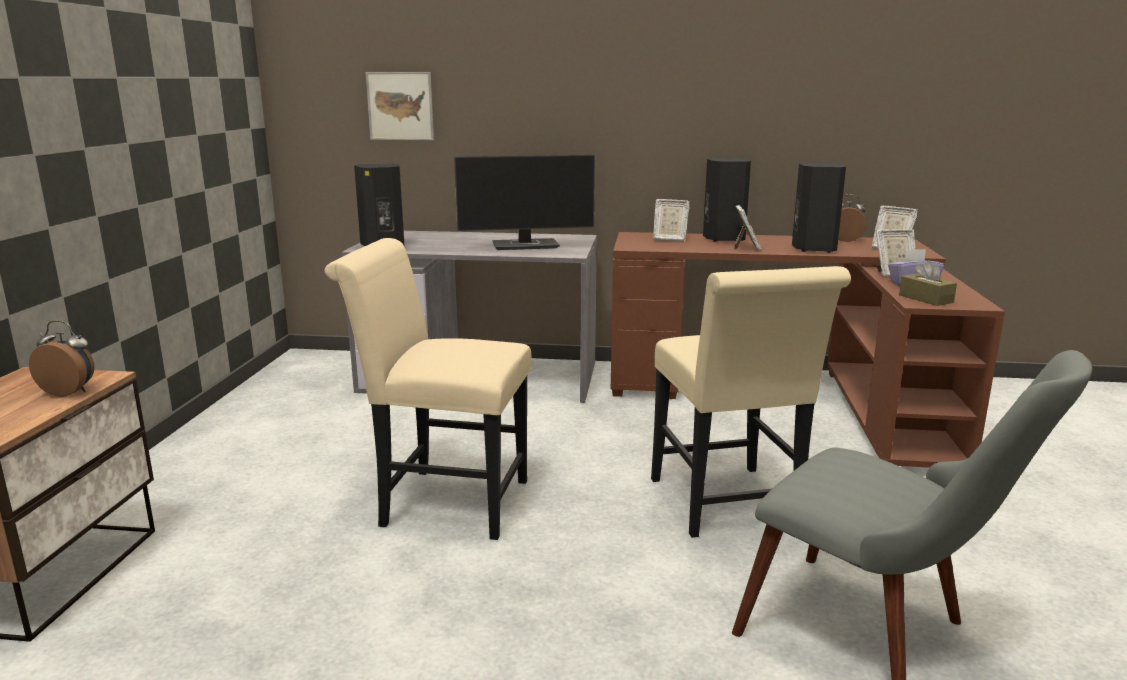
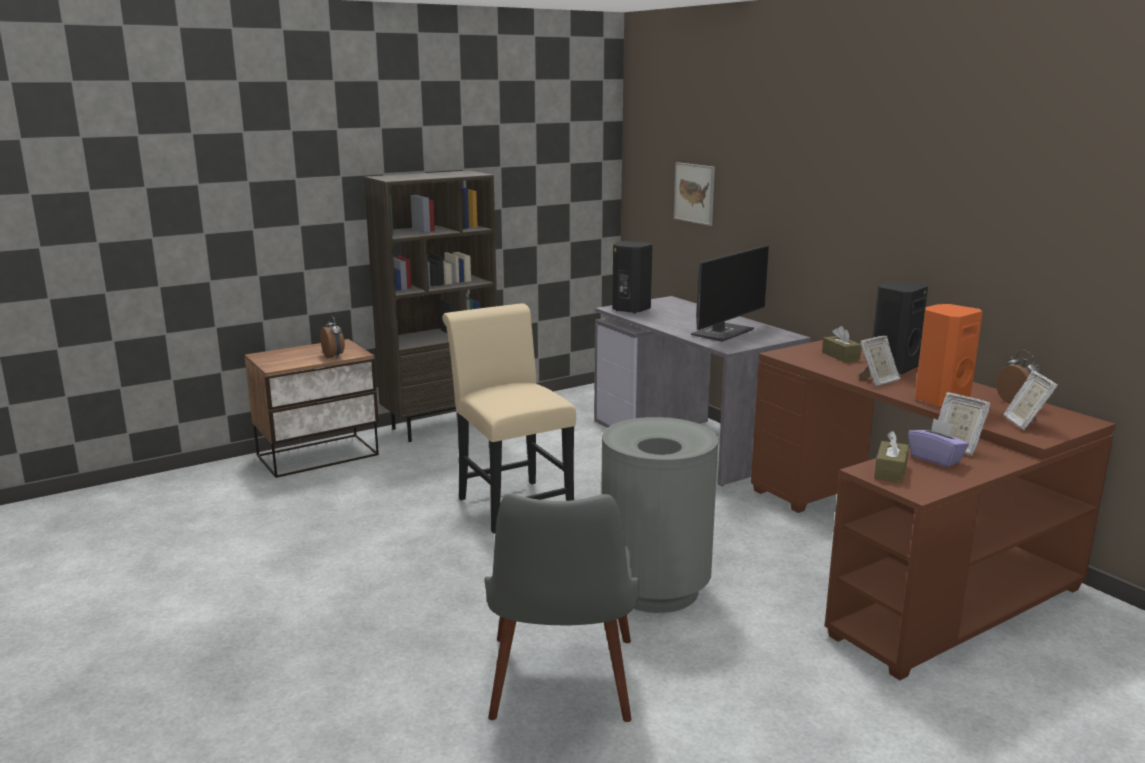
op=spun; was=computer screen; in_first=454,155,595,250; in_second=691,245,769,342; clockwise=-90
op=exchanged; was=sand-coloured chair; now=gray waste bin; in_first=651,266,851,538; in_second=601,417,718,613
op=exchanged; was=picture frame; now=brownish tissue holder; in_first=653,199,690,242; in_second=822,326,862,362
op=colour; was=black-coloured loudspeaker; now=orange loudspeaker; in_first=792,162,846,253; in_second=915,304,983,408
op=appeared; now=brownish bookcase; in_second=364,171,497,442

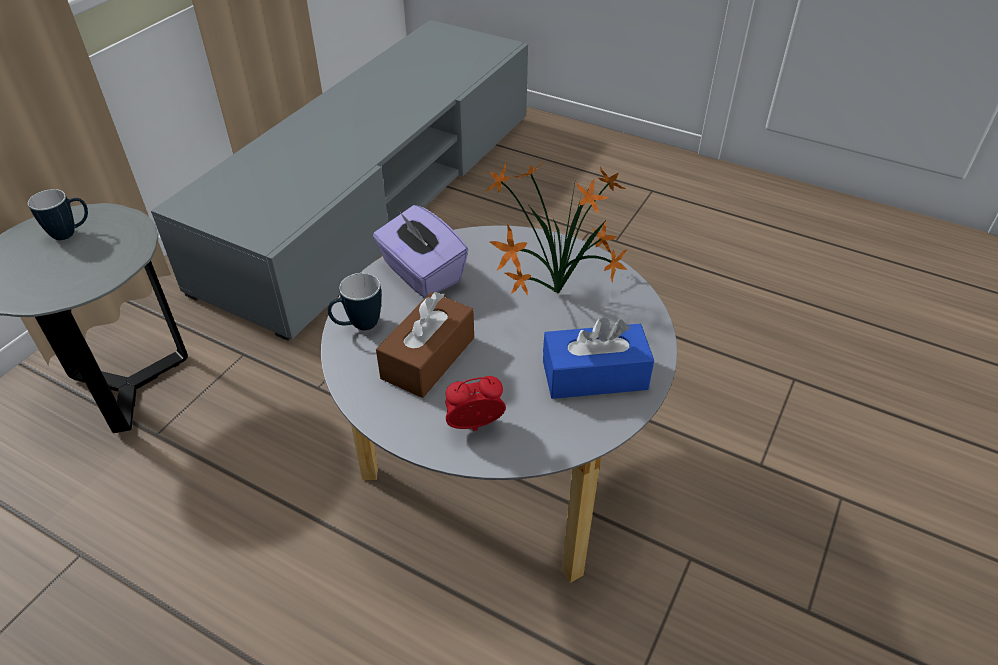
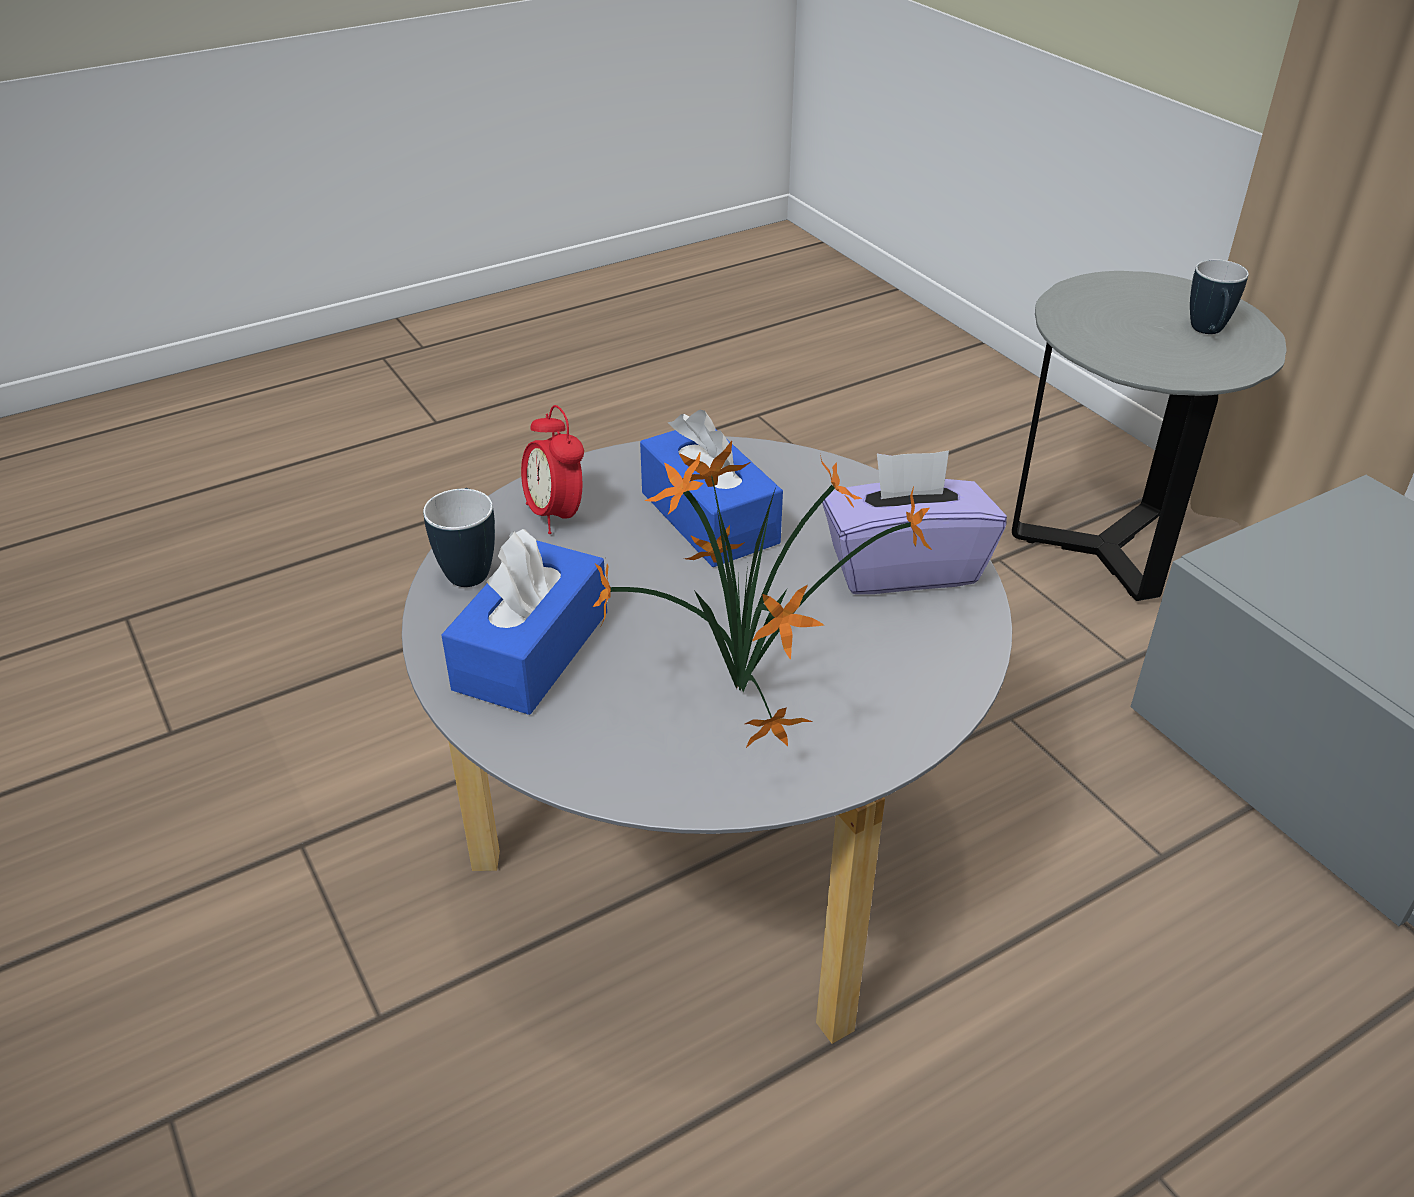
op=relocated; was=tea mug; in_first=327,273,381,330; in_second=423,488,495,587
op=colour; was=brownish tissue holder; now=bluish tissue holder; in_first=376,292,474,398; in_second=640,410,783,567
op=spun; was=bedside clock; in_first=446,376,506,431; in_second=521,405,584,534; clockwise=135

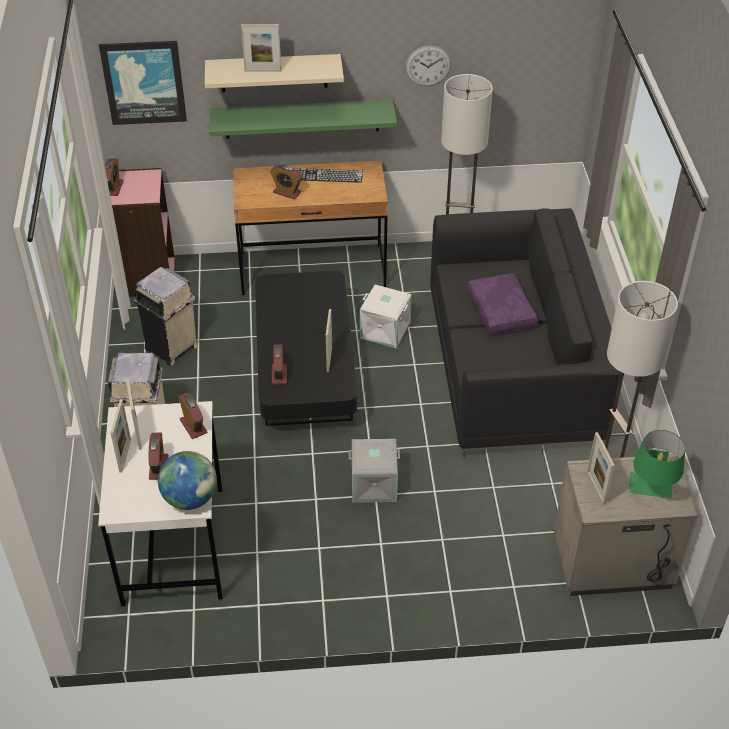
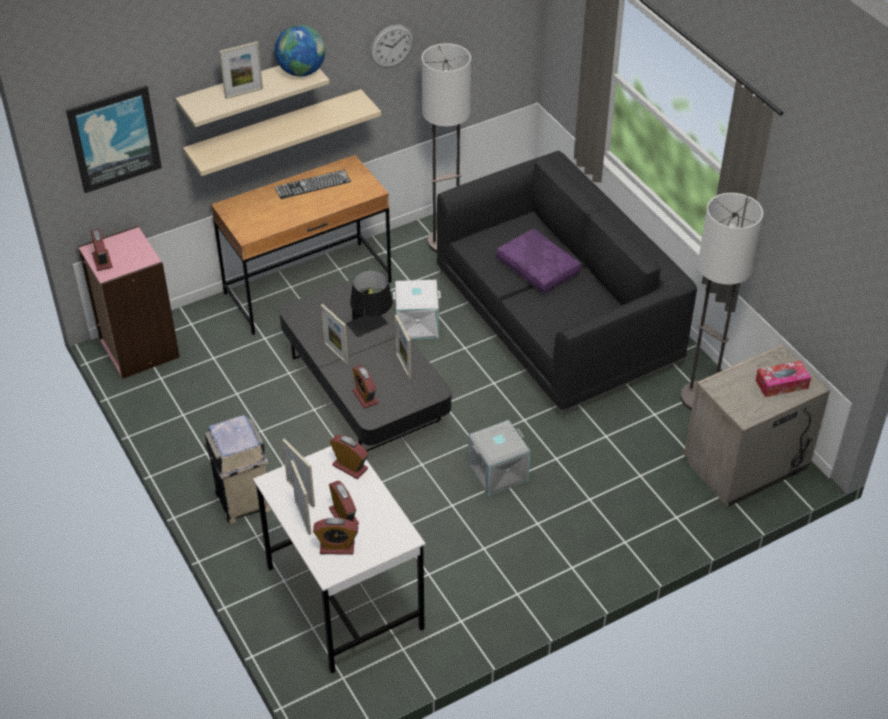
op=missing; was=sand-coloured waste bin; in_first=134,267,198,366
op=relocated; was=globe; in_first=158,451,217,510; in_second=275,25,325,77
op=colour; was=greenish bracket shelf; now=sand-coloured bracket shelf; in_first=210,100,397,139; in_second=183,89,381,176
op=relocated; was=bedside clock; in_first=270,164,302,199; in_second=313,518,358,555
op=relocated; was=picture frame; in_first=587,432,615,505; in_second=321,304,348,364
op=exchanged; was=greenish lamp for a table; now=tissue holder; in_first=629,430,685,498; in_second=756,361,811,397
op=appeared; now=black-coloured lamp for a table; in_second=346,270,393,337

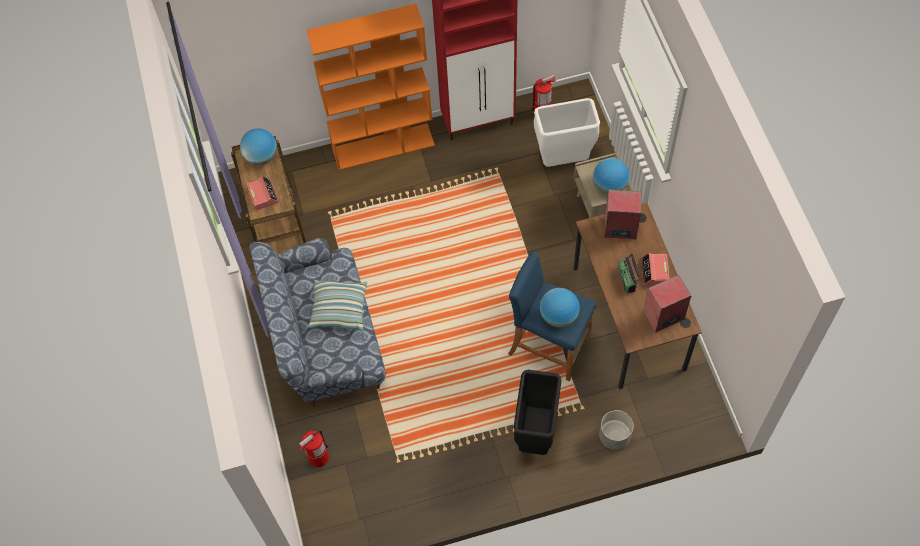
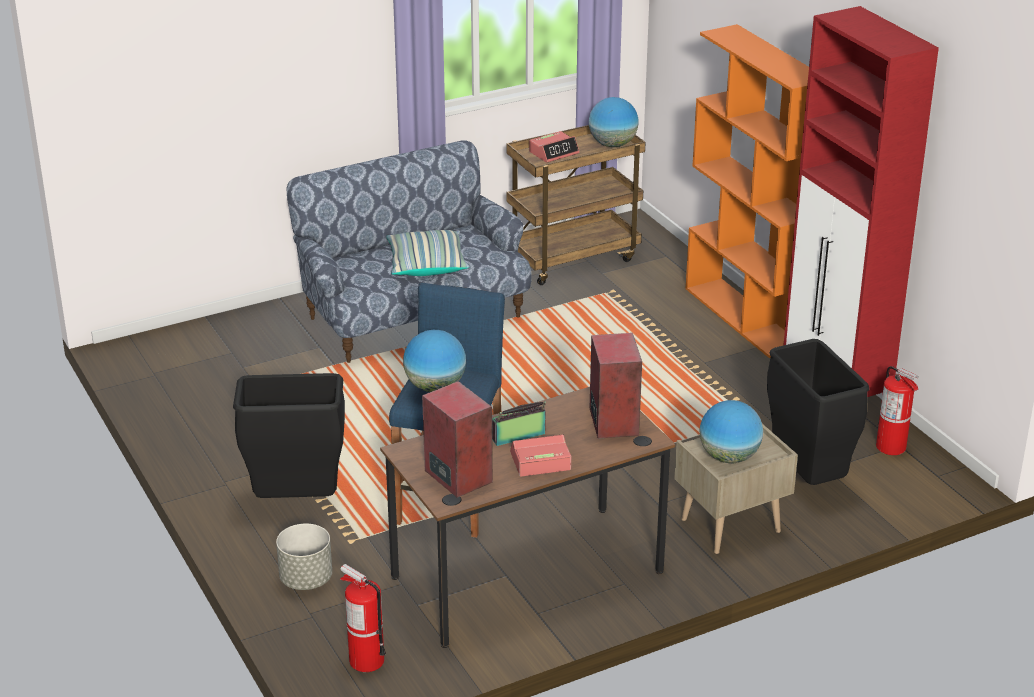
op=relocated; was=extinguisher; in_first=299,430,329,467; in_second=340,564,386,672
op=colour; was=whitish waste bin; now=black-coloured waste bin; in_first=534,98,600,167; in_second=767,339,869,485

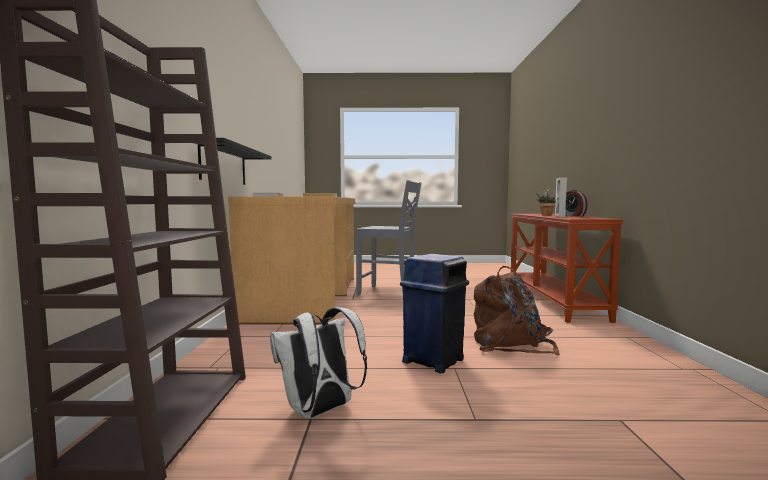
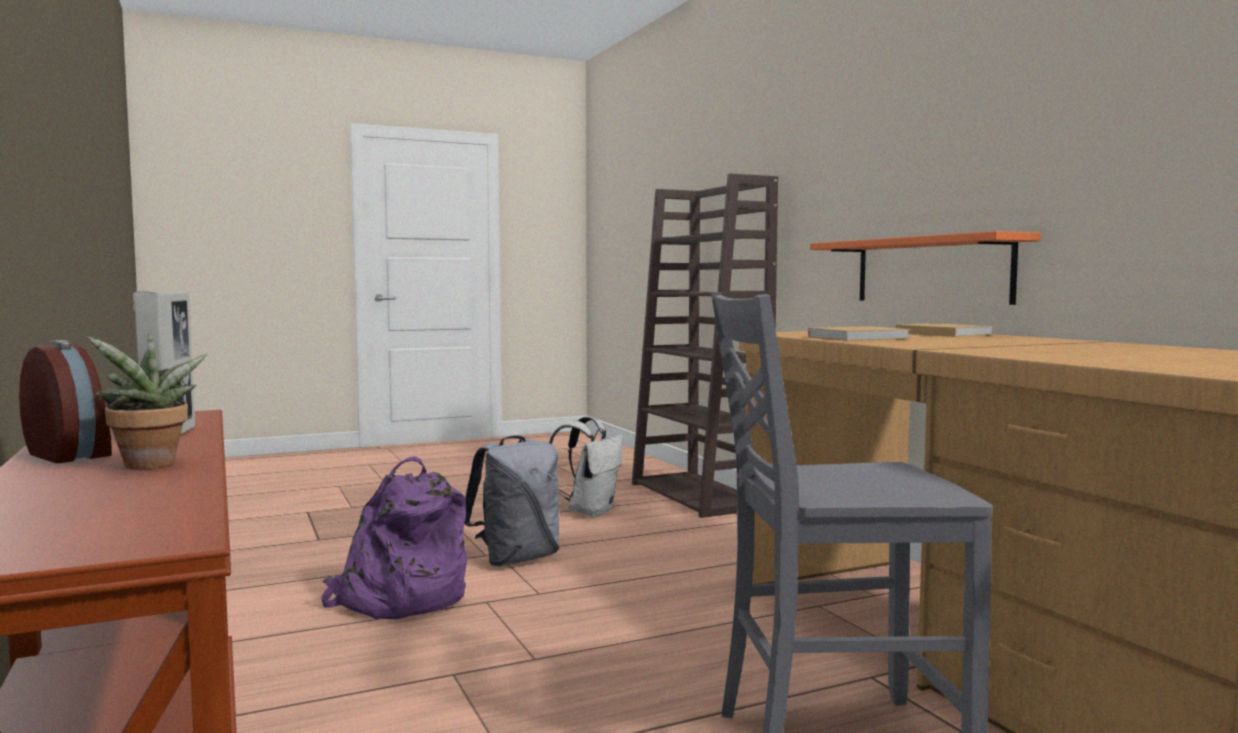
op=colour; was=black-coloured bracket shelf; now=orange bracket shelf; in_first=194,138,271,185; in_second=810,231,1041,305
op=exchanged; was=bluish waste bin; now=gray backpack; in_first=400,254,469,373; in_second=464,435,559,566
op=colour; was=brownish backpack; now=purplish backpack; in_first=474,266,560,355; in_second=321,456,468,619

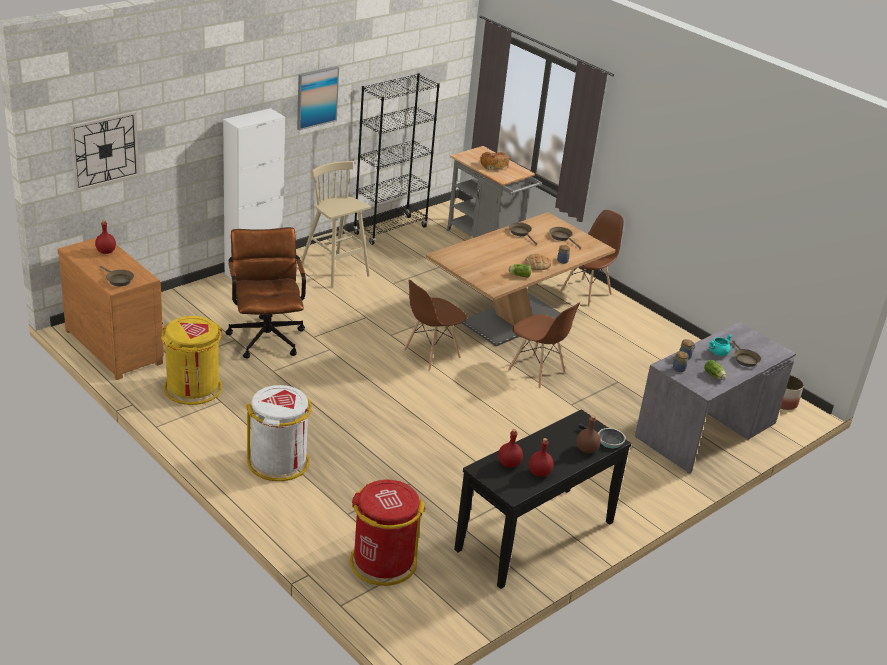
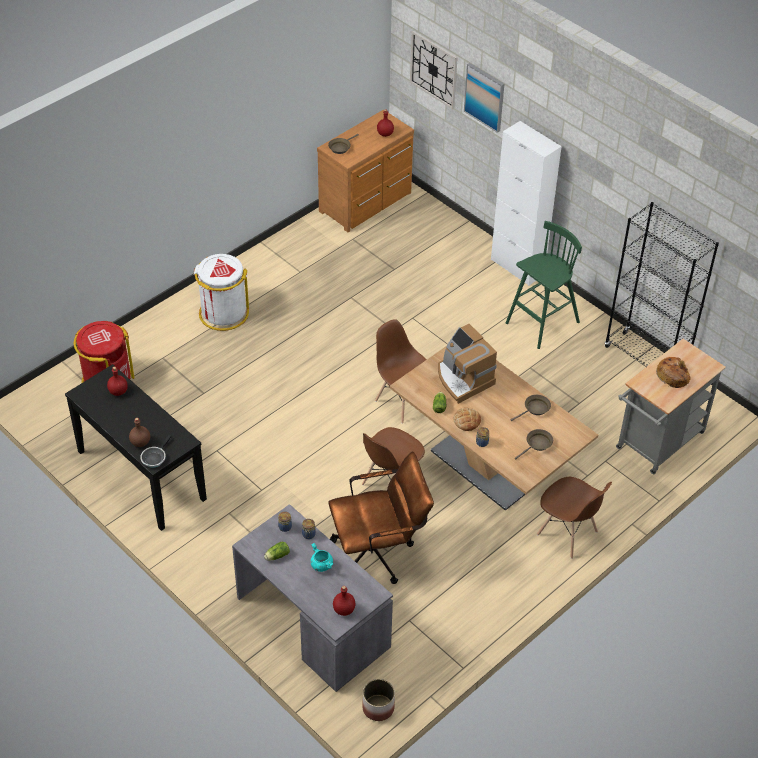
op=missing; was=yellow-coloured waste bin; in_first=161,316,222,405
op=relocated; was=brownish desk chair; in_first=225,227,306,358; in_second=329,452,434,584
op=relocated; was=wall picture; in_first=297,66,339,130; in_second=464,63,504,133
op=colour; was=sand-coloured stool seat; now=greenish stool seat; in_first=301,161,371,288; in_second=506,221,582,349
op=relocated; was=red-coloured bottle; in_first=529,438,553,477; in_second=333,586,355,616
op=missing; was=brownish skillet; in_first=732,340,761,367
op=appeared; now=coffee maker; in_second=438,324,497,404

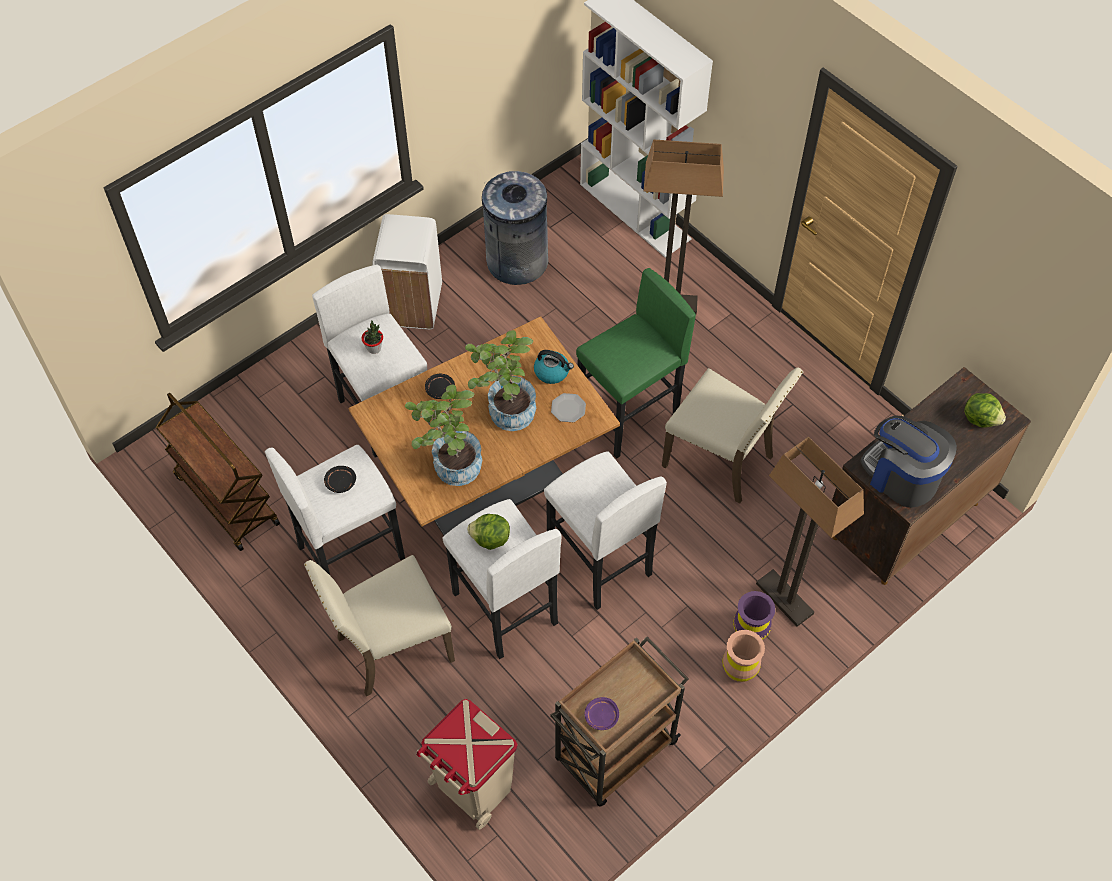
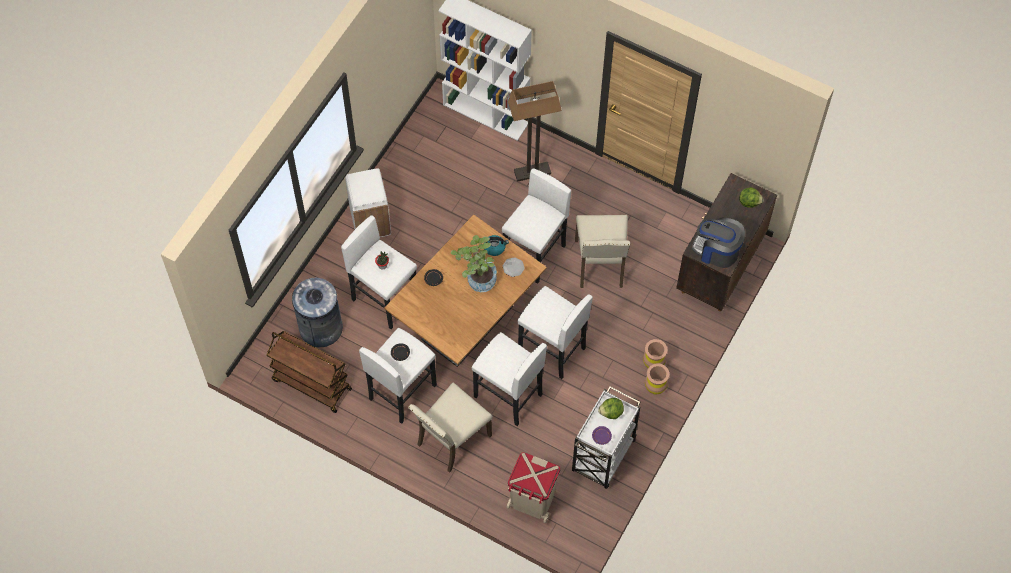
op=missing; was=houseplant; in_first=405,384,482,486
op=relocated; was=lettuce head; in_first=467,514,510,550; in_second=598,398,624,419
op=relocated; was=gray waste bin; in_first=482,171,548,285; in_second=292,278,343,347
op=colour; was=brownish cart; now=whitish cart; in_first=550,637,689,806; in_second=572,386,640,489
op=colour; was=greenish stool seat; now=whitish stool seat; in_first=576,268,696,459; in_second=502,168,571,283
op=spun; was=sand-coloured chair; in_first=662,367,803,504; in_second=575,215,630,288; clockwise=75
op=colour; was=purplish flower vase; now=brownish flower vase; in_first=733,591,775,640; in_second=643,339,667,368
op=missing; was=floor lamp; in_first=756,437,864,627

